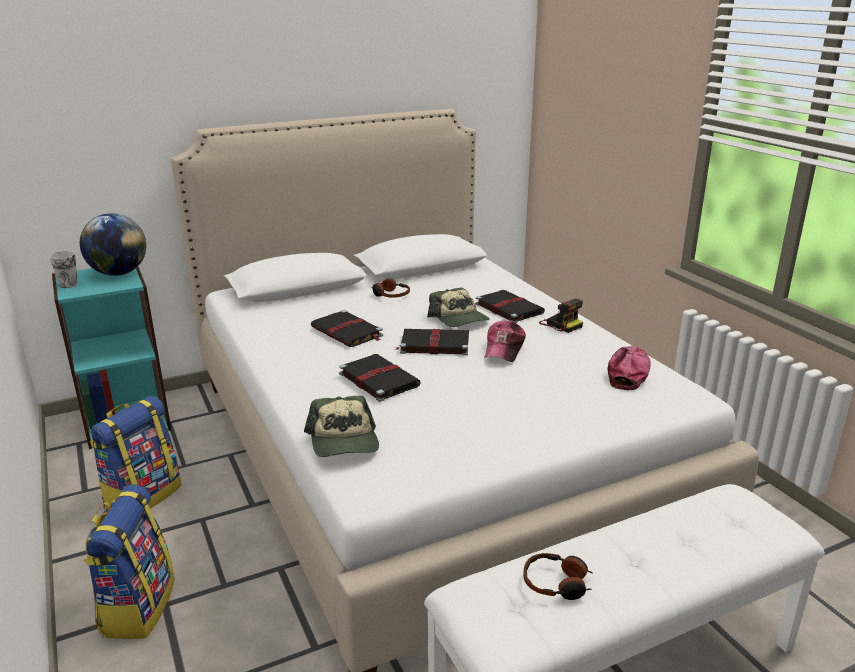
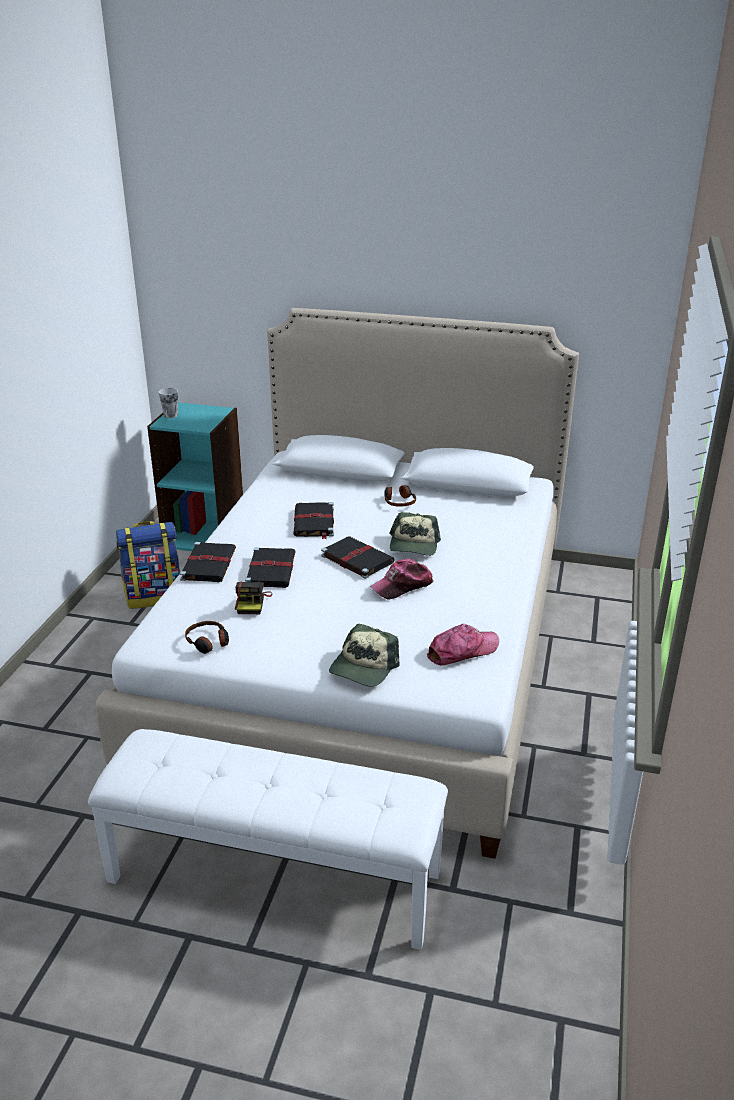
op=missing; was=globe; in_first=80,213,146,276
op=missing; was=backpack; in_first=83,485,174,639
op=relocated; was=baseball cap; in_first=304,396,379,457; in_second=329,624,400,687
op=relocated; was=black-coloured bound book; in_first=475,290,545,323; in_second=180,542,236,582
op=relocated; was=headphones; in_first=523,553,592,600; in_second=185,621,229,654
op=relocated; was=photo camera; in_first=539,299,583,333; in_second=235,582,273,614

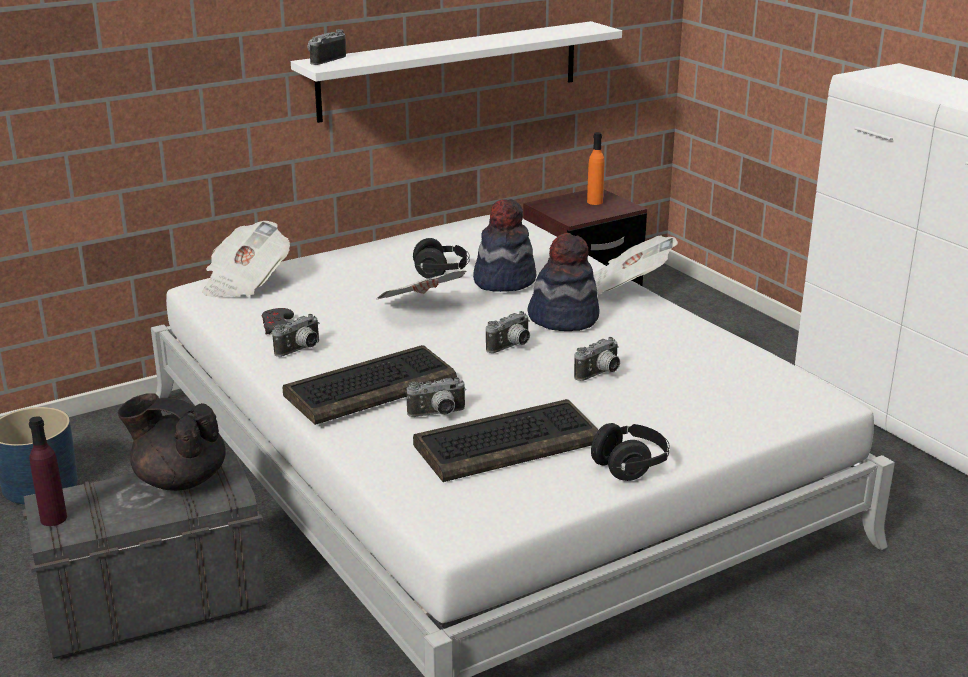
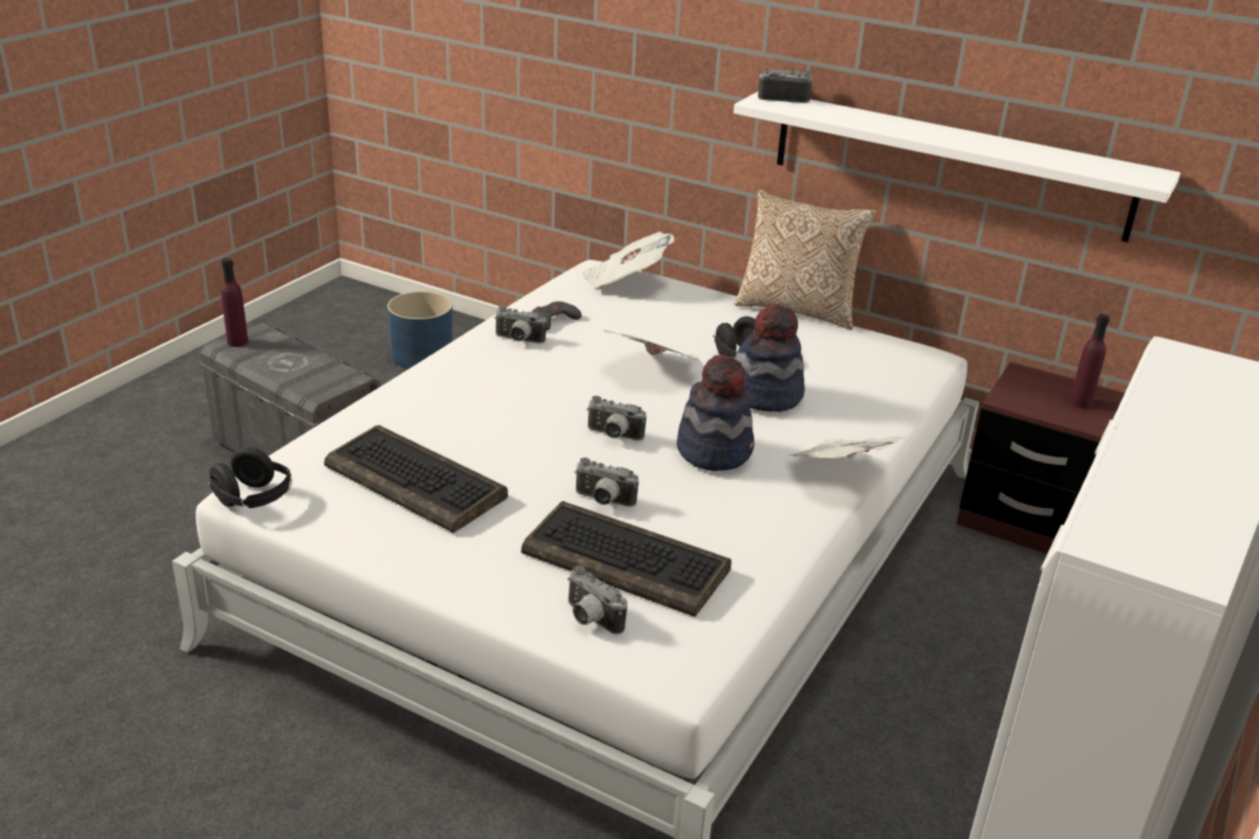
op=missing; was=black-coloured teapot; in_first=118,393,226,491
op=relocated; was=computer keyboard; in_first=283,345,457,425; in_second=521,501,731,617
op=relocated; was=photo camera; in_first=407,377,466,417; in_second=567,565,627,635
op=colour; was=orange bottle; now=purplish bottle; in_first=587,132,605,205; in_second=1070,314,1109,408
op=relocated; was=black-coloured headphones; in_first=591,423,670,481; in_second=207,447,292,508
op=appeared; now=throw pillow; in_second=734,190,876,330

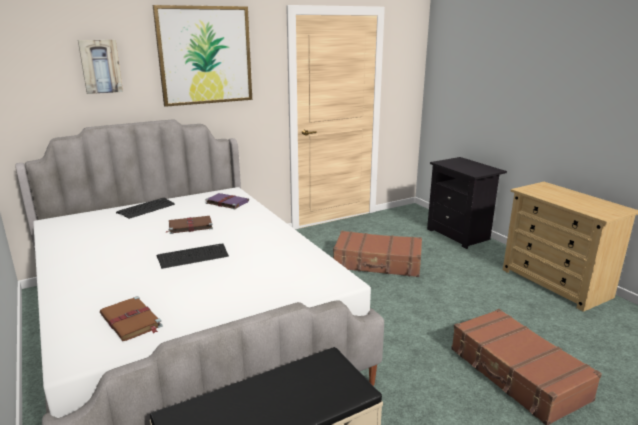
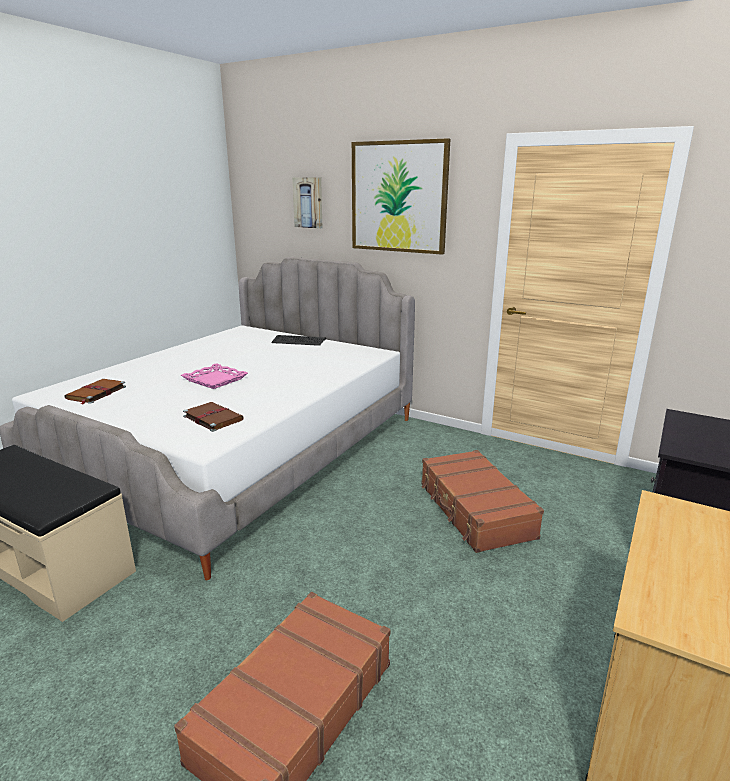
op=exchanged; was=computer keyboard; now=pinkish carrying tray; in_first=157,244,229,269; in_second=181,363,248,389
op=relocated; was=brownish bound book; in_first=165,216,213,234; in_second=183,402,244,432
op=missing; was=purplish bound book; in_first=205,193,249,209

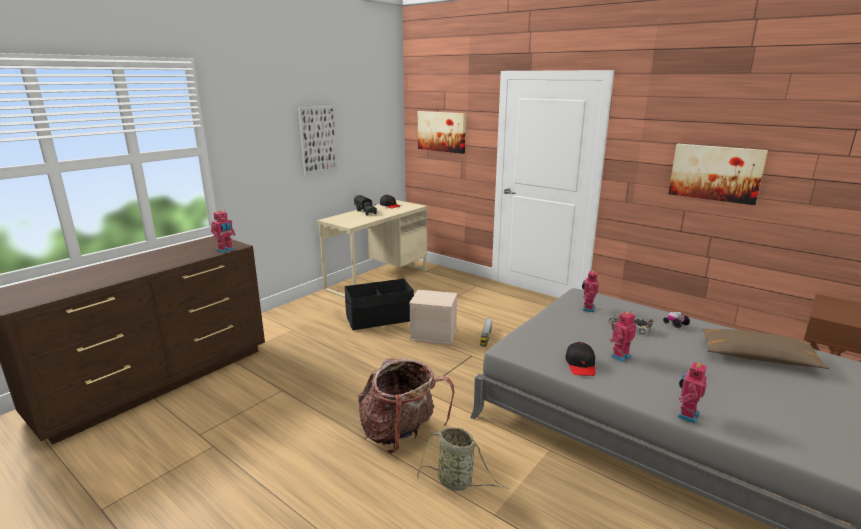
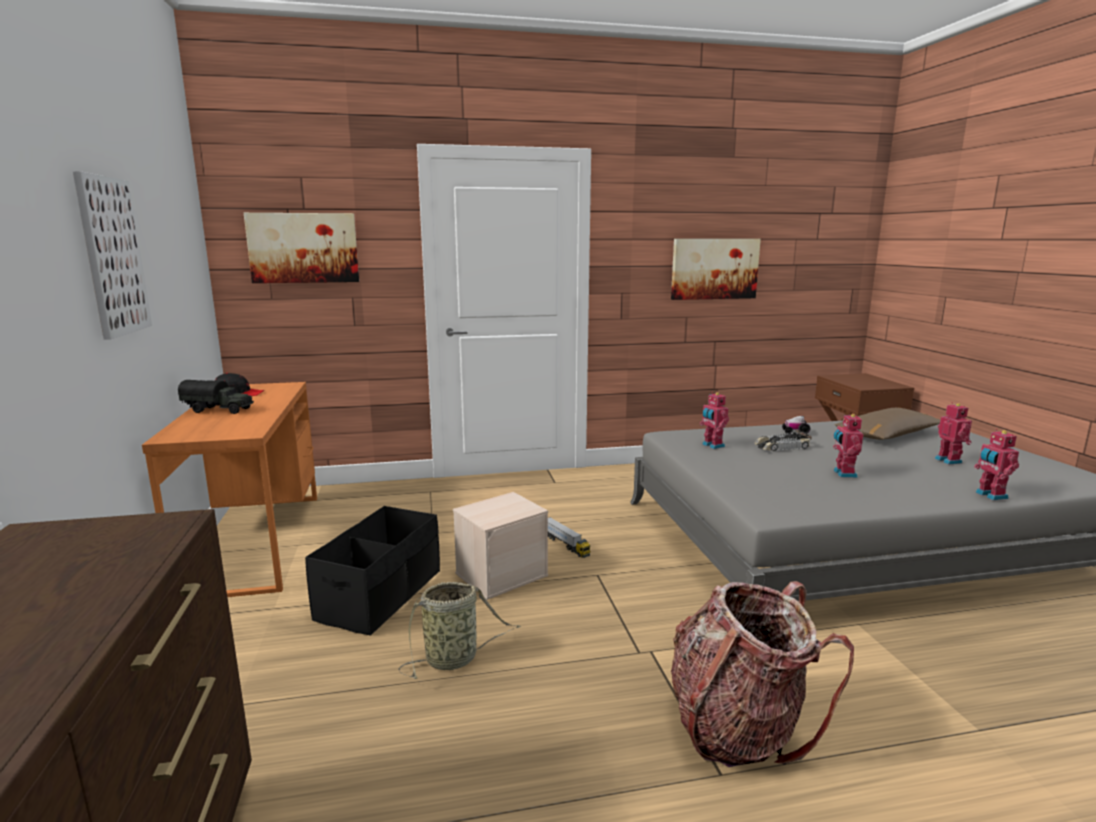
op=relocated; was=model robot; in_first=211,210,236,253; in_second=934,402,972,465
op=colour; was=sand-coloured desk; now=orange desk; in_first=317,200,427,298; in_second=142,382,317,597
op=relocated; was=household basket; in_first=417,427,509,491; in_second=399,582,521,679
op=missing; was=black-coloured baseball cap; in_first=565,342,595,376

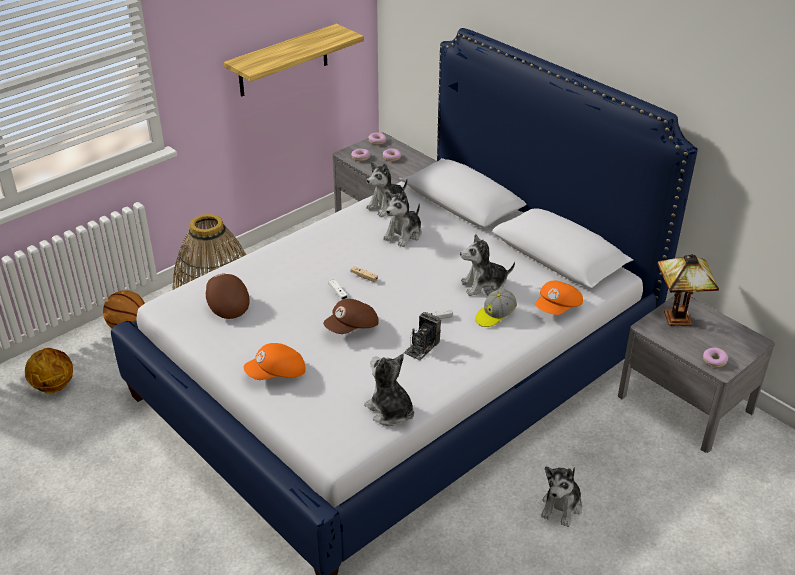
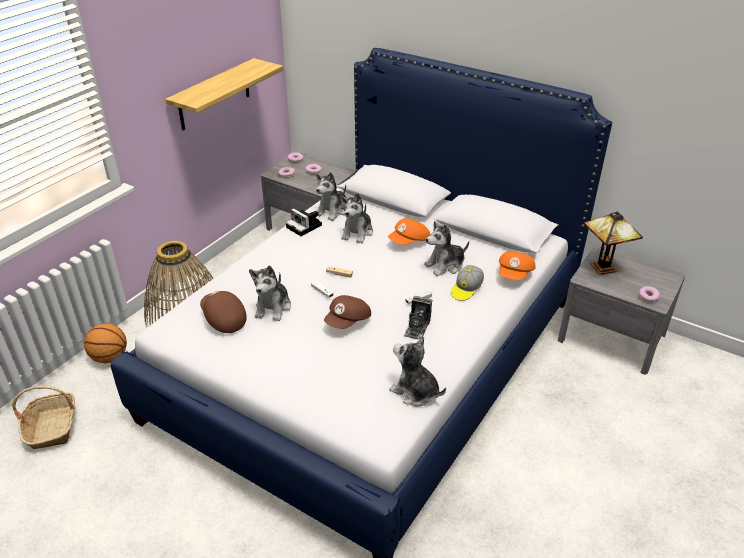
op=exchanged; was=ball for basketball; now=household basket; in_first=25,348,73,394; in_second=12,386,75,449
op=relocated; was=orange baseball cap; in_first=244,343,306,380; in_second=388,218,430,245
op=relocated; was=plush toy; in_first=541,467,583,527; in_second=249,265,291,321
op=appeared; now=photo camera; in_second=286,208,322,236

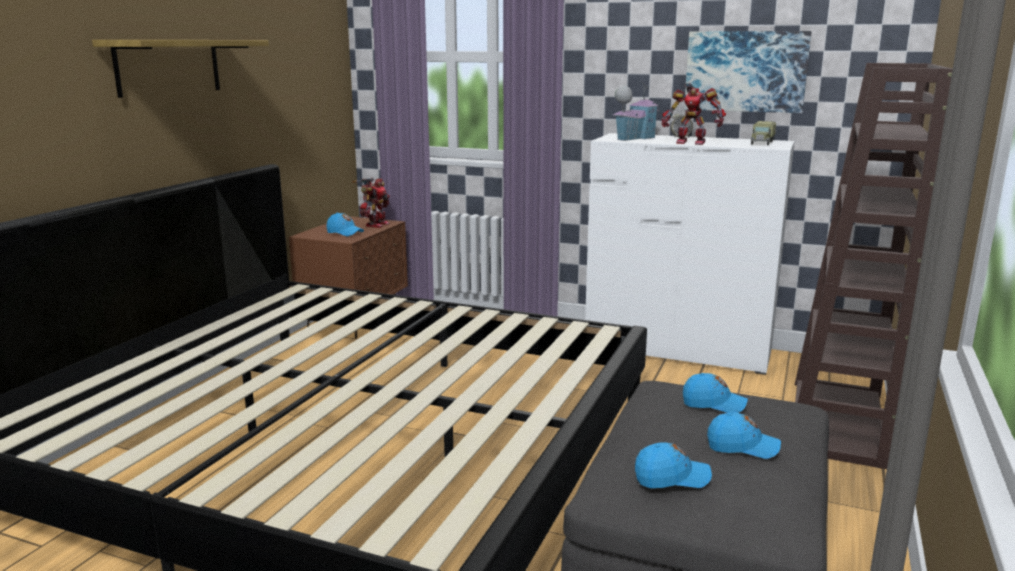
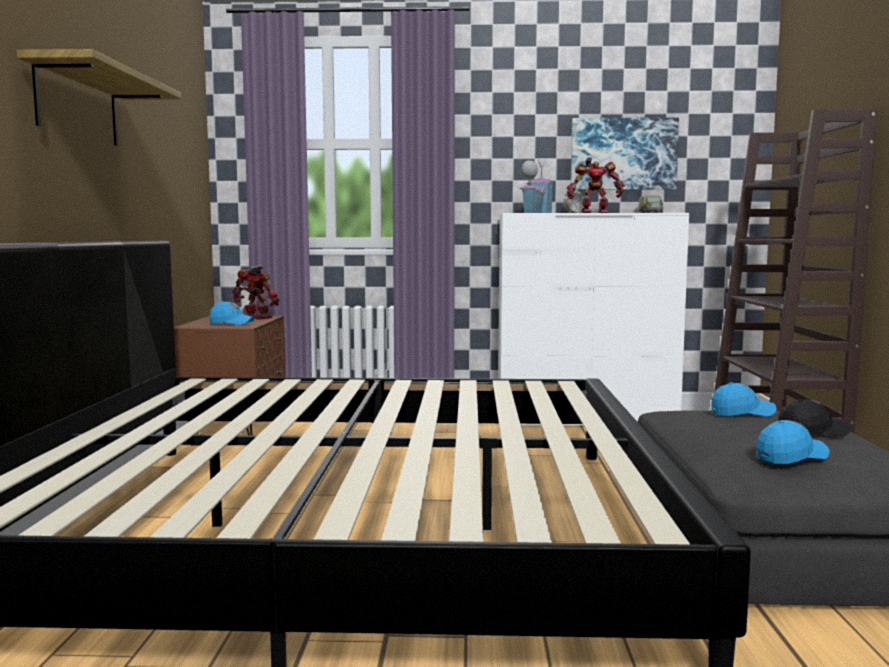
op=spun; was=model robot; in_first=352,178,390,228; in_second=232,265,279,320; clockwise=-60
op=colour; was=bluish baseball cap; now=black-coloured baseball cap; in_first=707,413,781,459; in_second=778,399,851,437

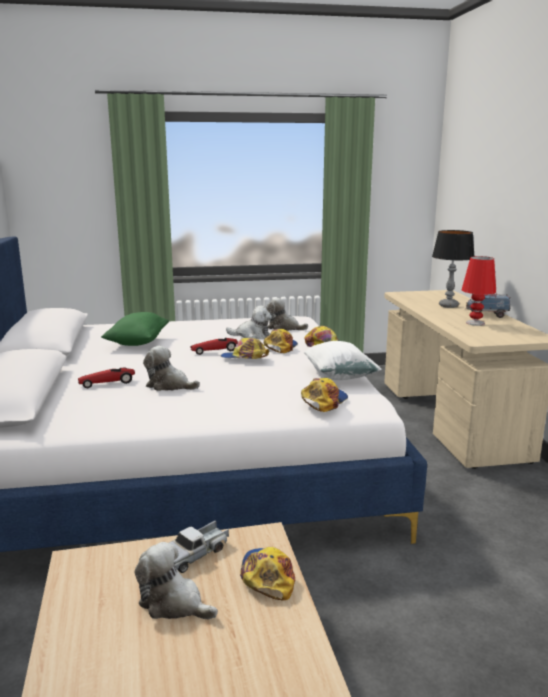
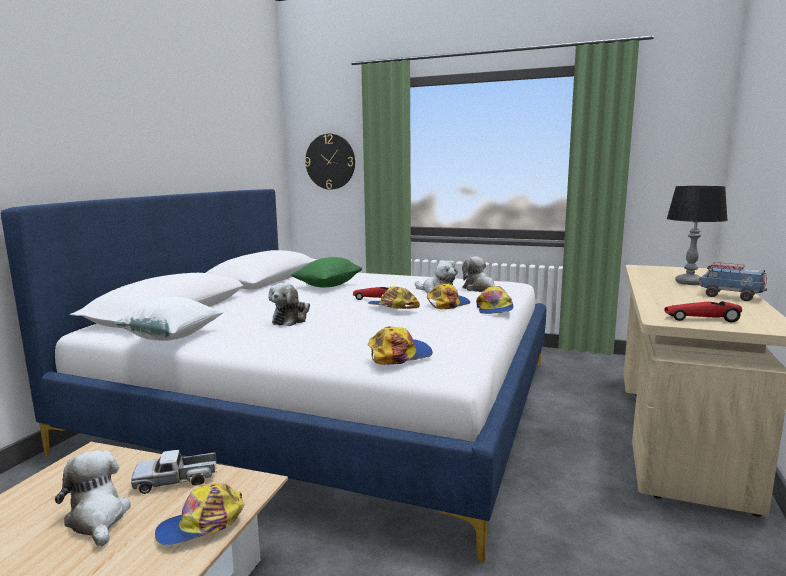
op=relocated; was=toy car; in_first=78,367,135,388; in_second=664,301,742,322
op=spun; was=plush toy; in_first=143,346,200,391; in_second=268,283,310,326; clockwise=-120
op=spun; was=baseball cap; in_first=240,547,295,600; in_second=155,483,244,545; clockwise=-150
op=relocated; was=whitish throw pillow; in_first=304,341,382,380; in_second=115,297,224,341
op=missing; was=red-coloured lamp for a table; in_first=462,256,496,326
op=appeared; now=wall clock; in_second=305,134,355,190

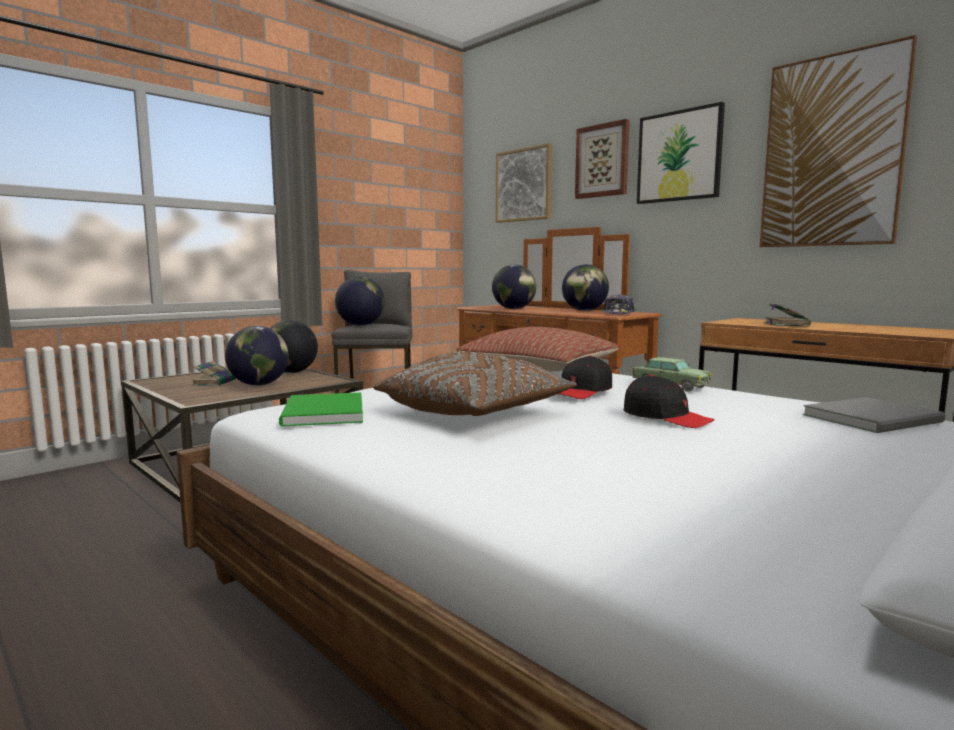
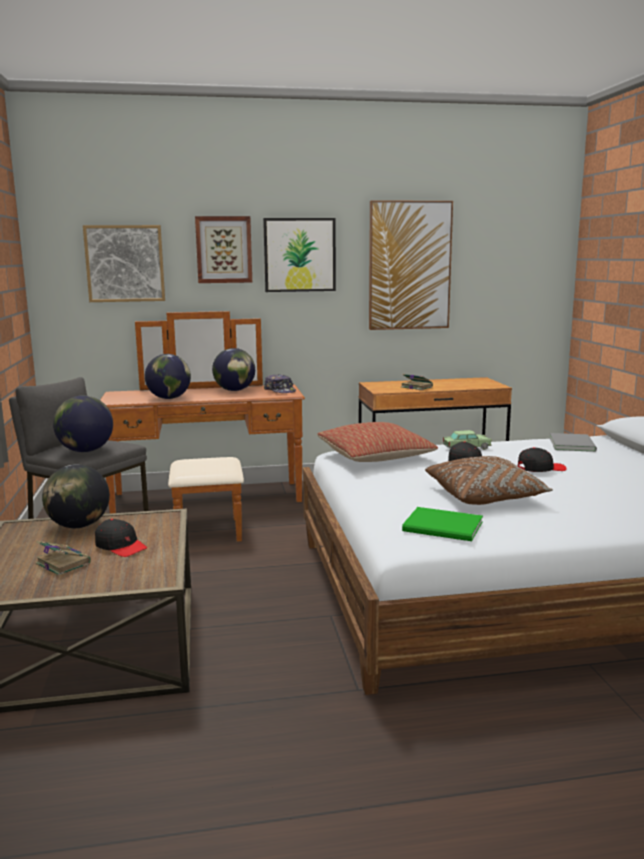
op=exchanged; was=globe; now=black-coloured baseball cap; in_first=225,326,289,386; in_second=95,519,147,557

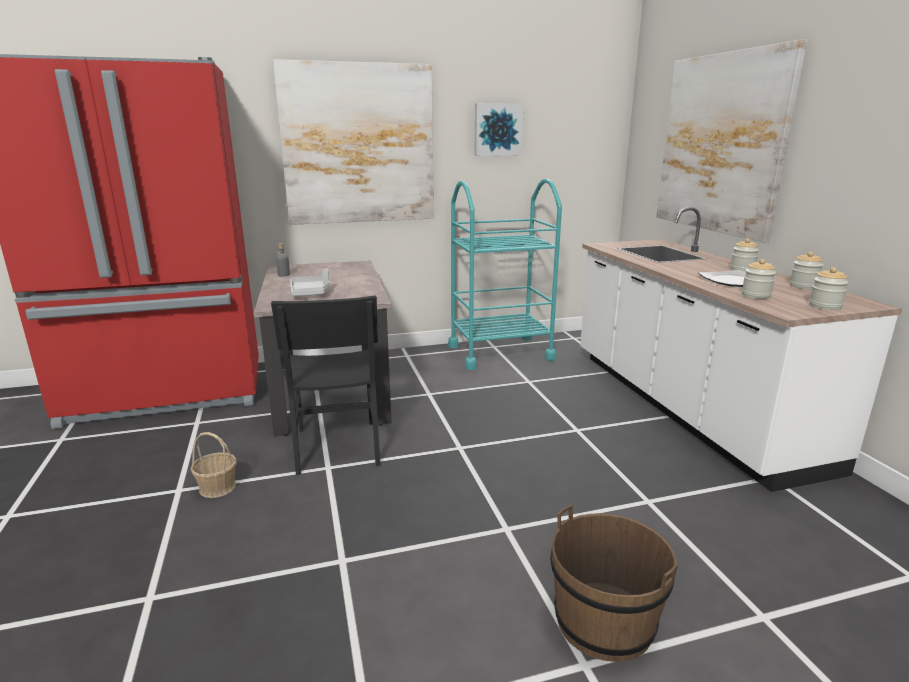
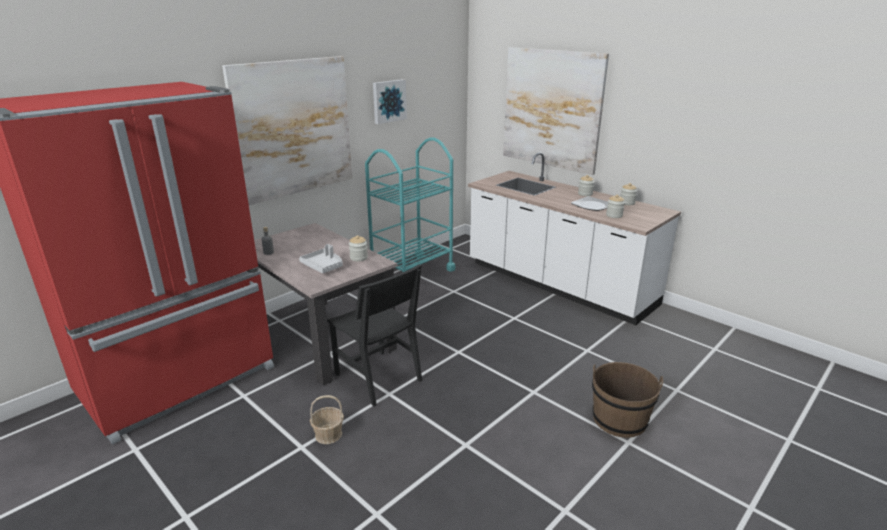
op=relocated; was=jar; in_first=809,267,849,310; in_second=349,235,368,262

